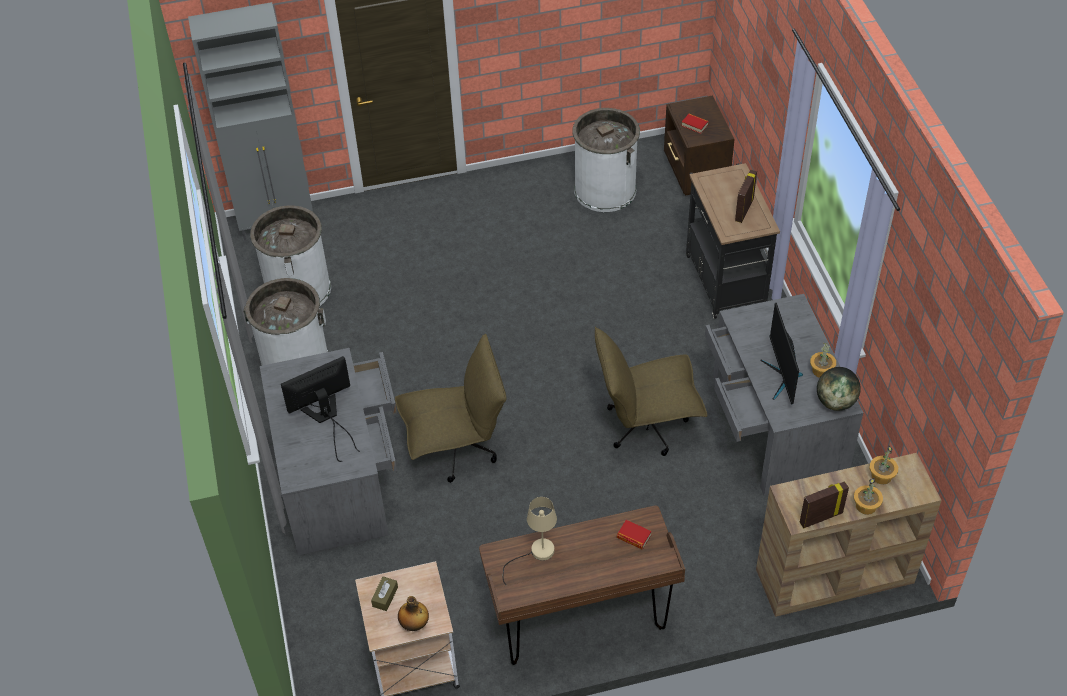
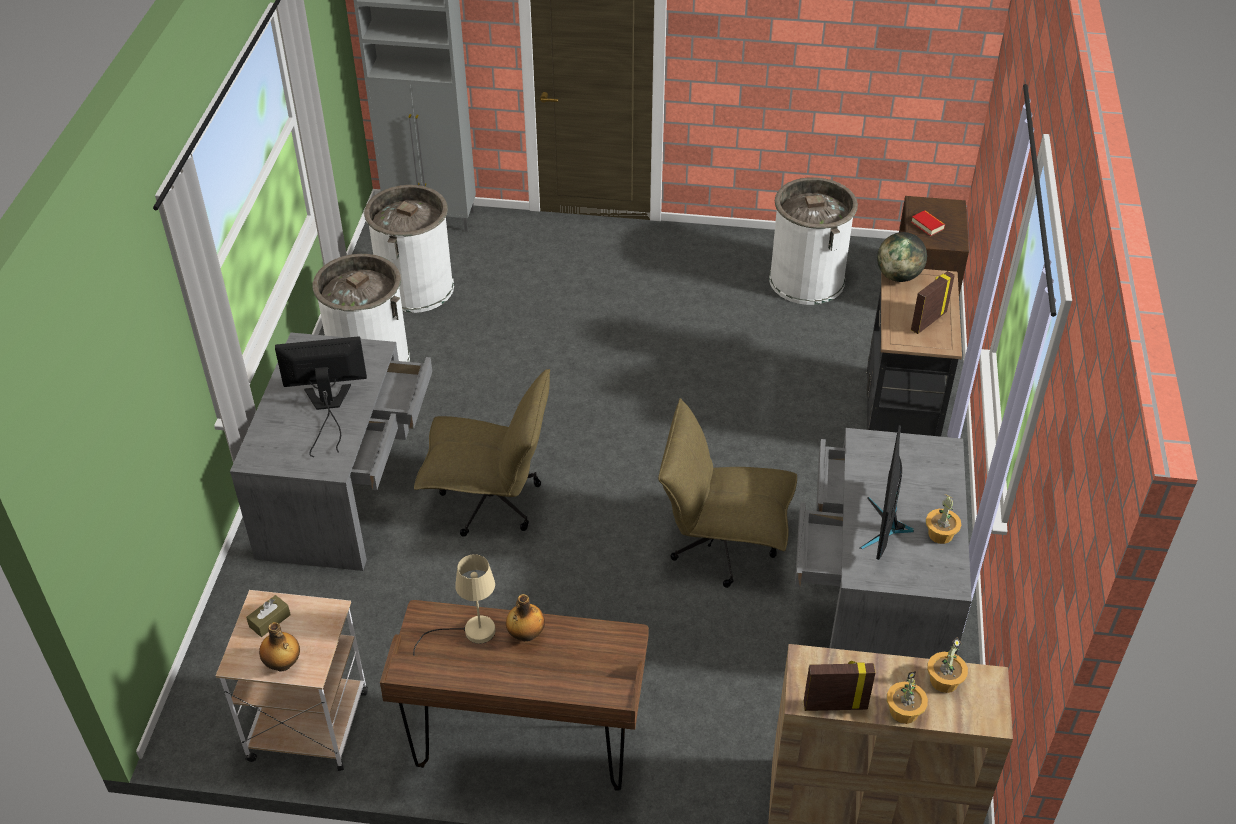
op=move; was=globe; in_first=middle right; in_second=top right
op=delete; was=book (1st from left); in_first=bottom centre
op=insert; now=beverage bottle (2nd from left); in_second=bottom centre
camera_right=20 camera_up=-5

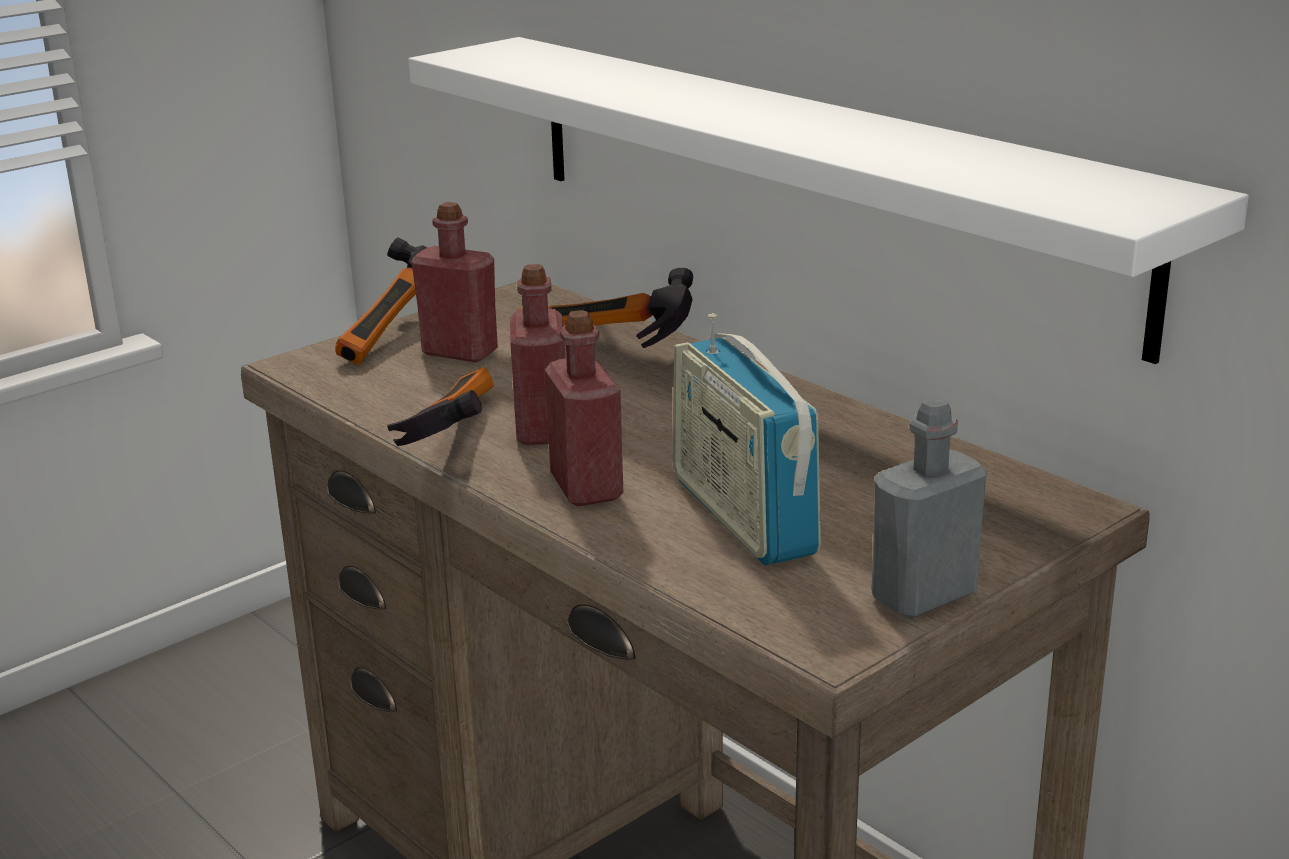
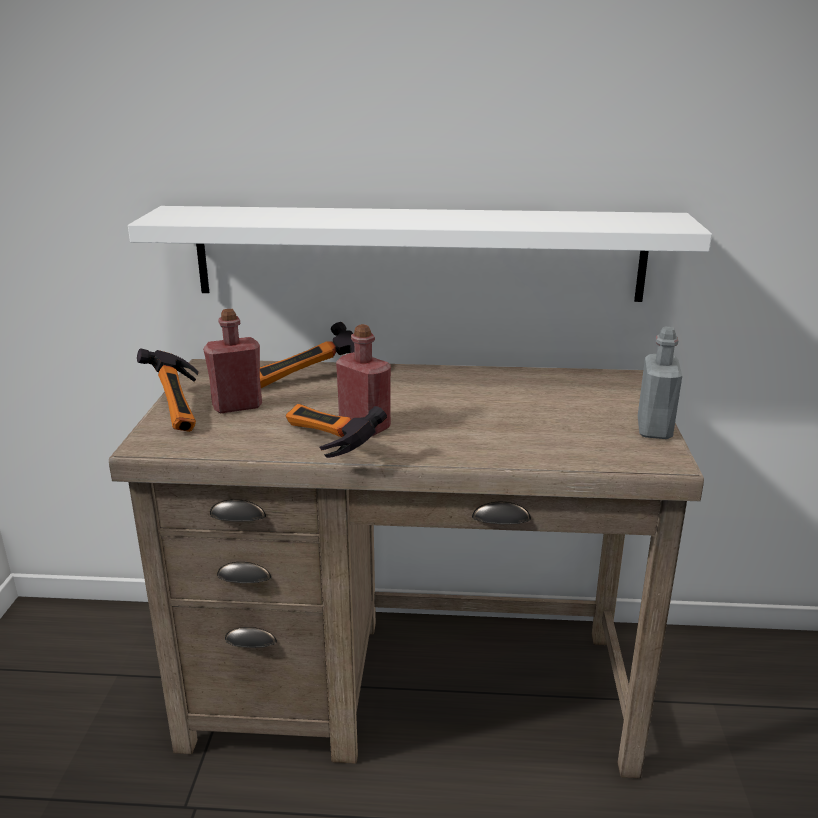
op=delete; was=beverage bottle (reddish) (3rd from left); in_first=centre
op=delete; was=radio; in_first=centre
camera_right=-45 camera_up=0

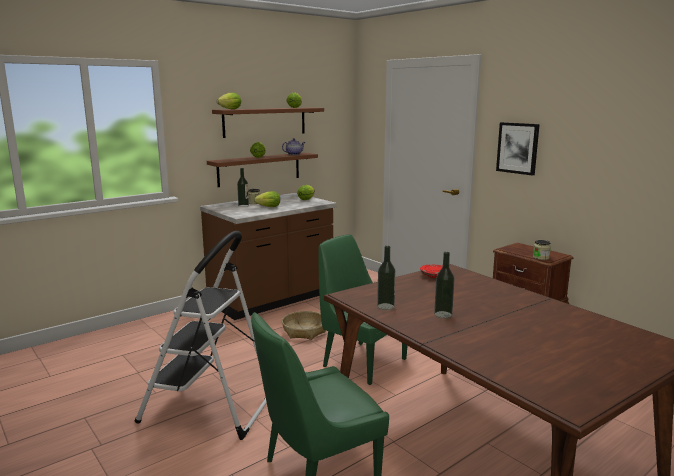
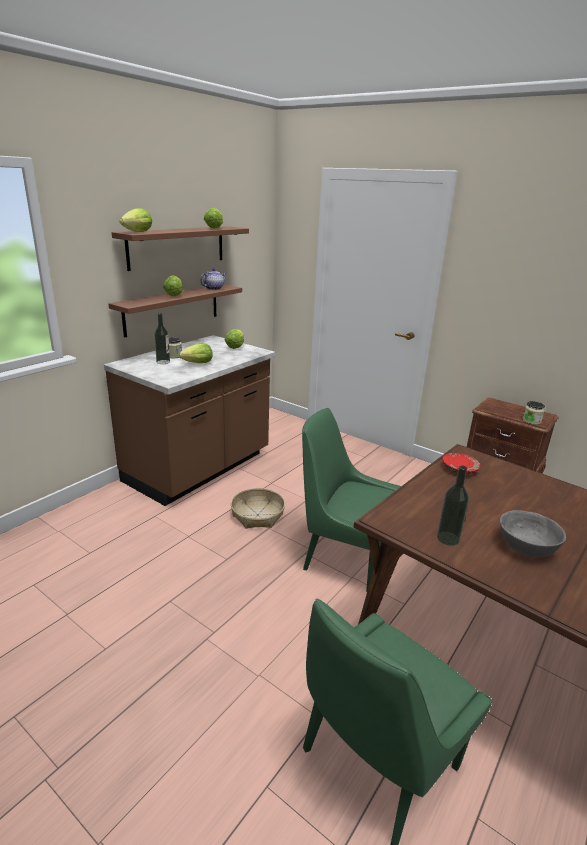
op=delete; was=picture; in_first=top right
op=delete; was=step ladder; in_first=bottom left
op=replace; was=beverage bottle (3rd from left); now=bowl (gray); in_first=centre; in_second=middle right
camera_right=-15 camera_up=10

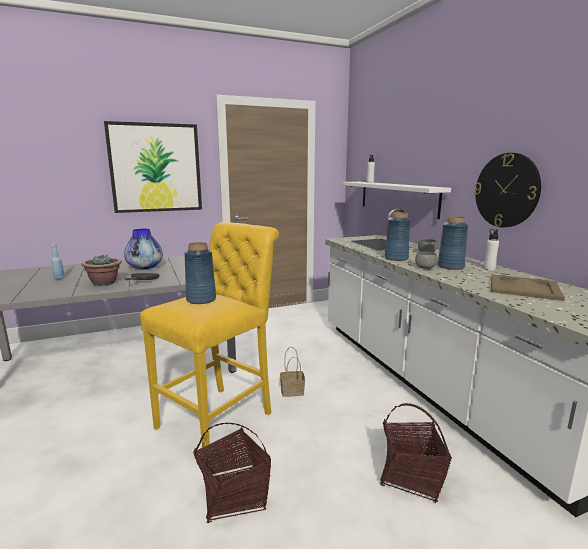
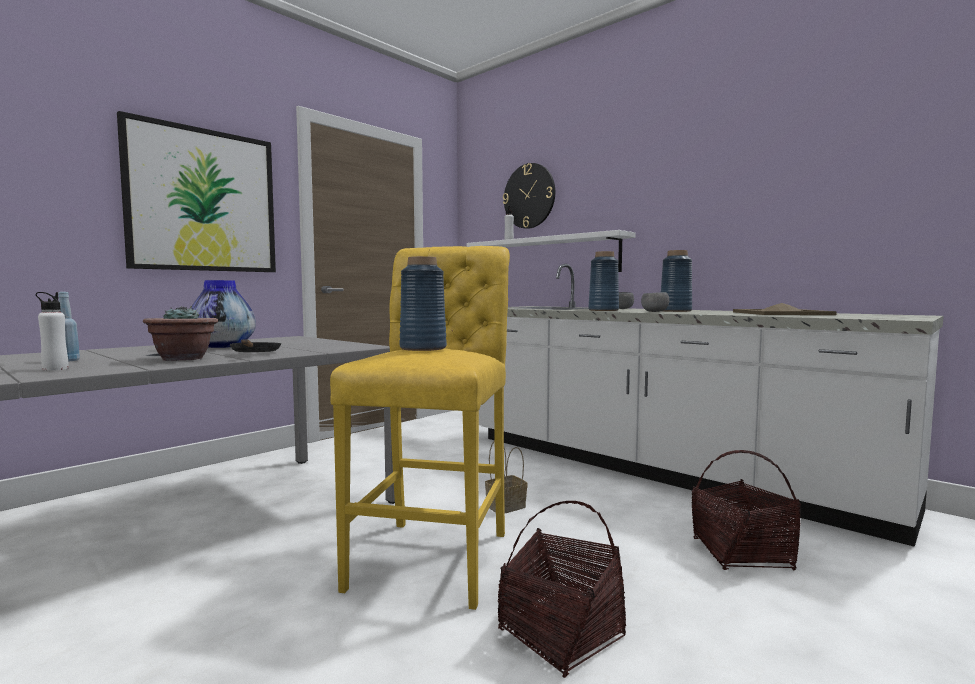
op=move; was=wall clock; in_first=middle right; in_second=top centre
op=move; was=beverage bottle (white) (2nd from left in the first image); now=beverage bottle (white) (1st from left); in_first=middle right; in_second=middle left
camera_right=-25 camera_up=-10

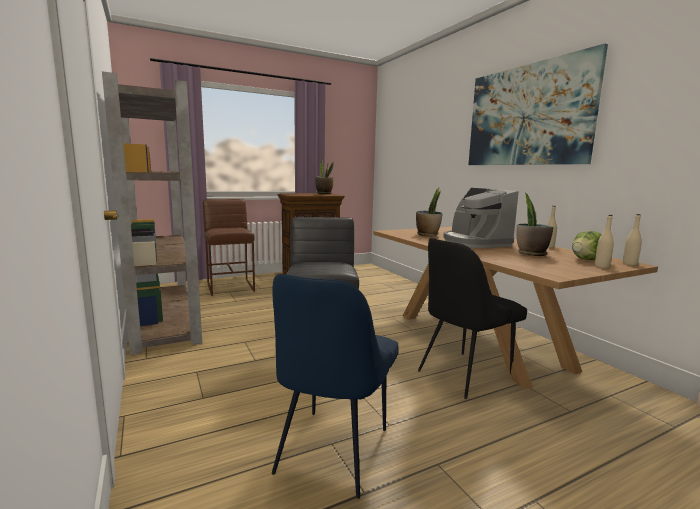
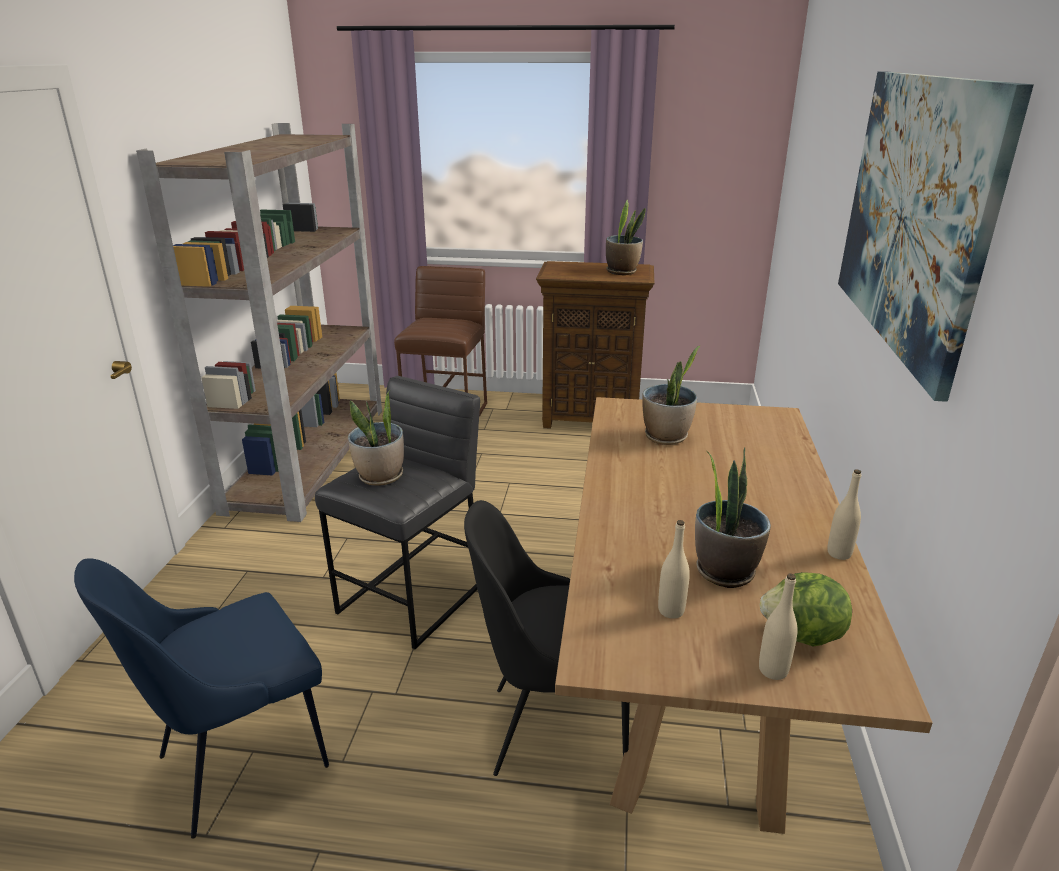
op=delete; was=coffee maker; in_first=middle right
op=move; was=beverage bottle (beige-coloured) (3rd from left in the first image); now=beverage bottle (beige-coloured) (1st from left); in_first=middle right; in_second=centre
op=insert; now=plant in a pot (1st from left); in_second=centre
camera_right=35 camera_up=15

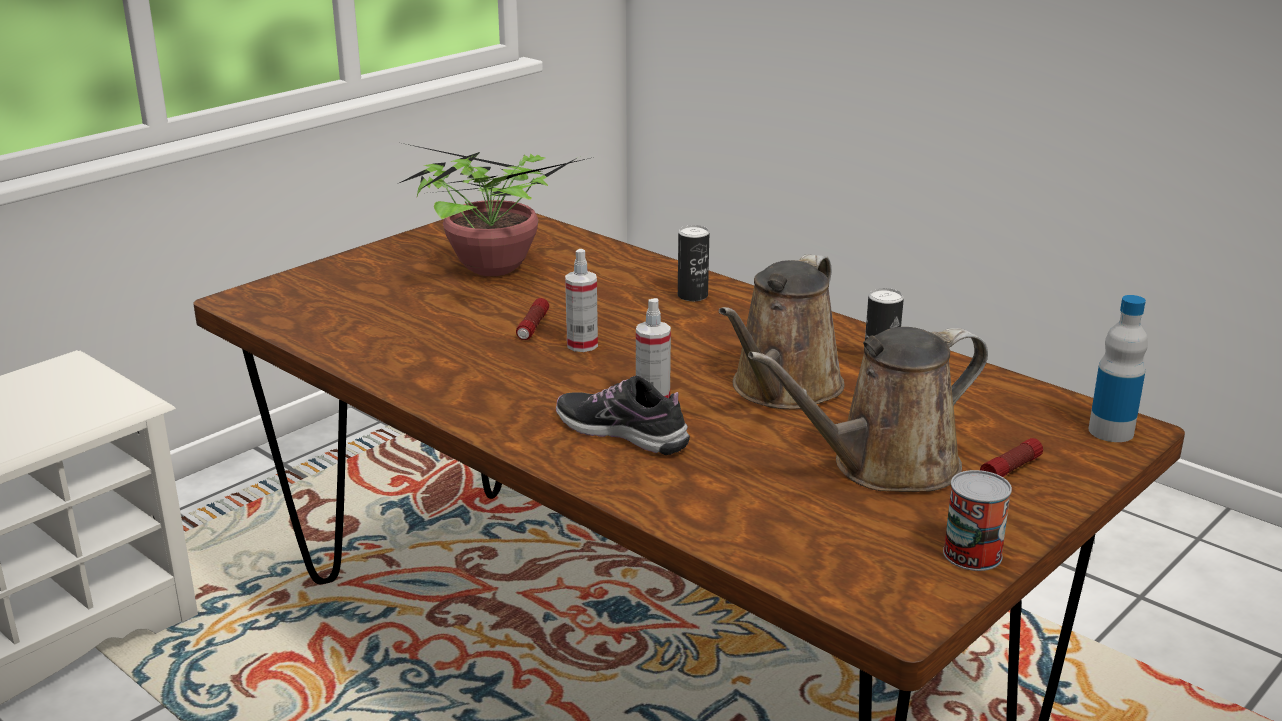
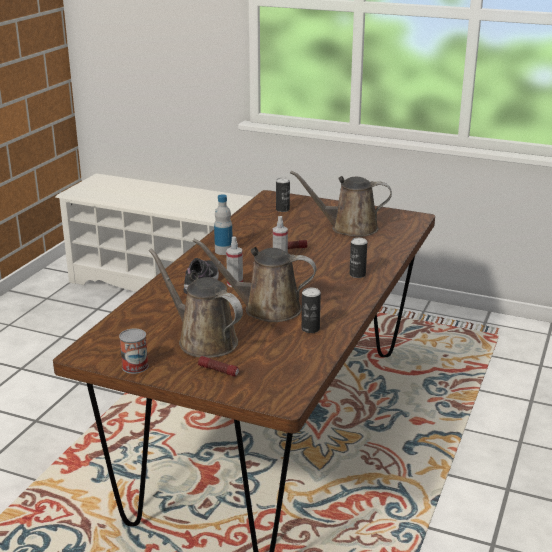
op=replace; was=plant in a pot; now=sprinkling can (brown) (3rd from left); in_first=top centre; in_second=centre
op=move; was=beverage bottle; in_first=middle right; in_second=centre
op=insert; now=sealed can (2nd from left); in_second=centre
camera_right=70 camera_up=0

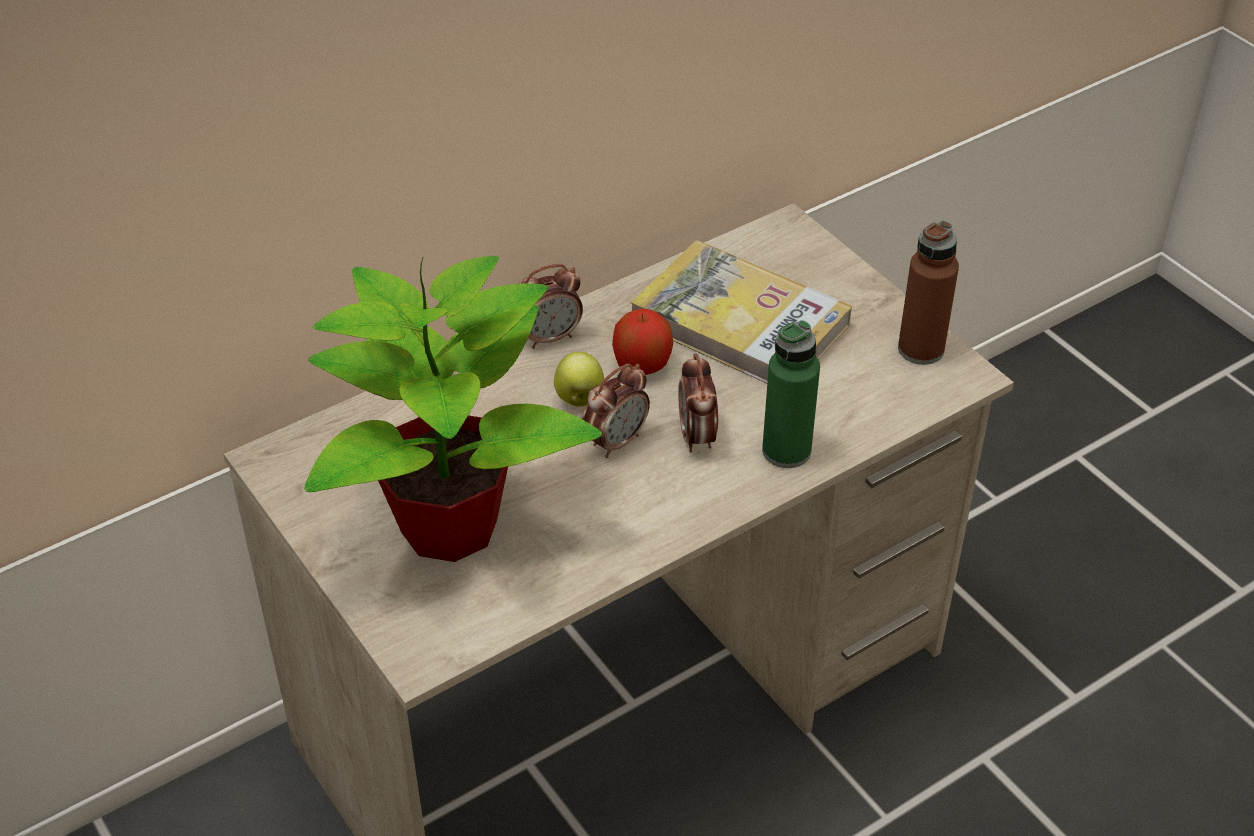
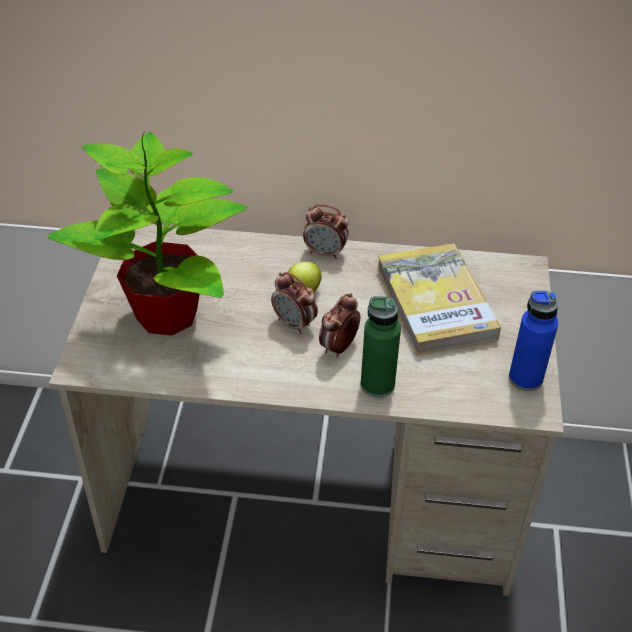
op=recolor; was=beverage bottle (brown); now=beverage bottle (blue-coloured); in_first=middle right; in_second=middle right
op=delete; was=whole apple (2nd from left); in_first=centre
op=rotate; was=bedside clock (2nd from left in the first image); in_first=centre; in_second=centre; clockwise=45
camera_right=40 camera_up=0

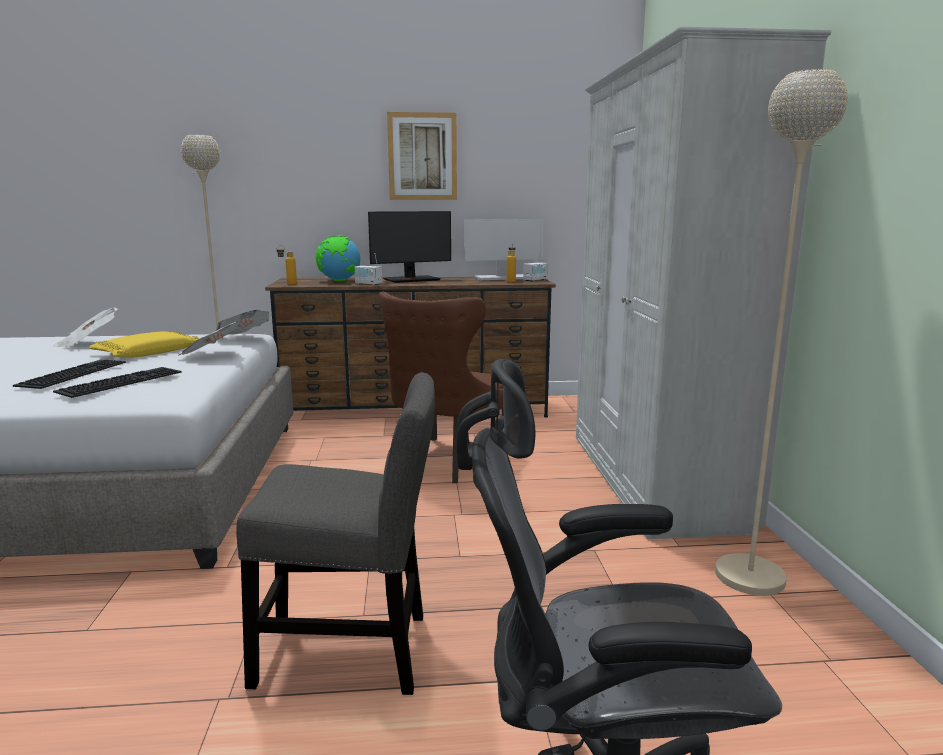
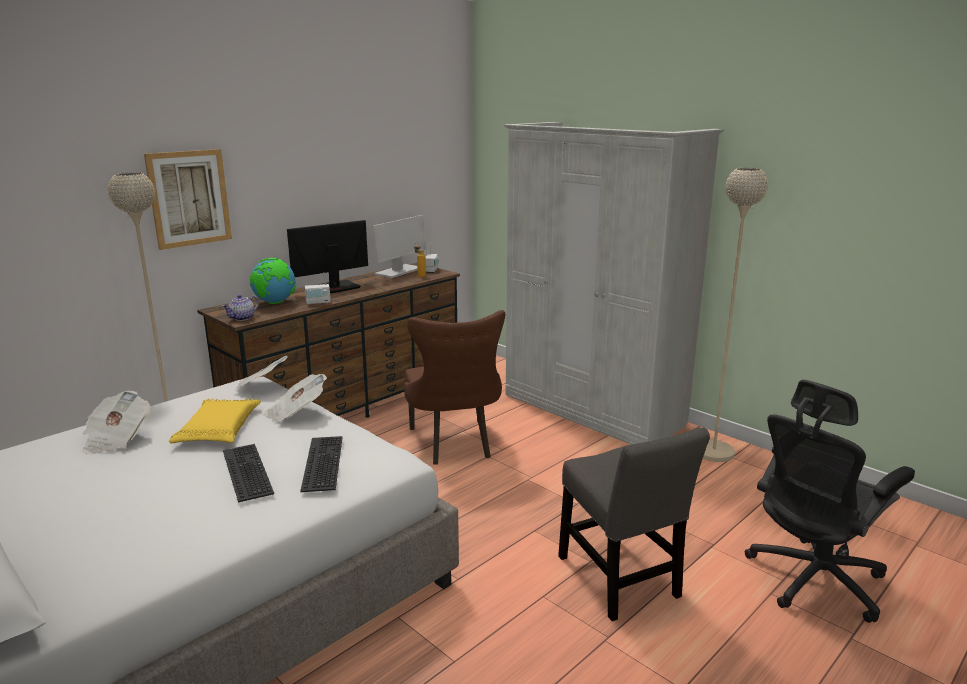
op=move; was=picture; in_first=top centre; in_second=top left
op=rotate; was=computer screen (1st from left); in_first=top centre; in_second=centre; clockwise=-150
op=replace; was=beverage bottle (1st from left); now=teapot; in_first=middle left; in_second=middle left
op=rotate; was=chair (gray); in_first=bottom centre; in_second=bottom centre; clockwise=105
camera_right=-40 camera_up=5

